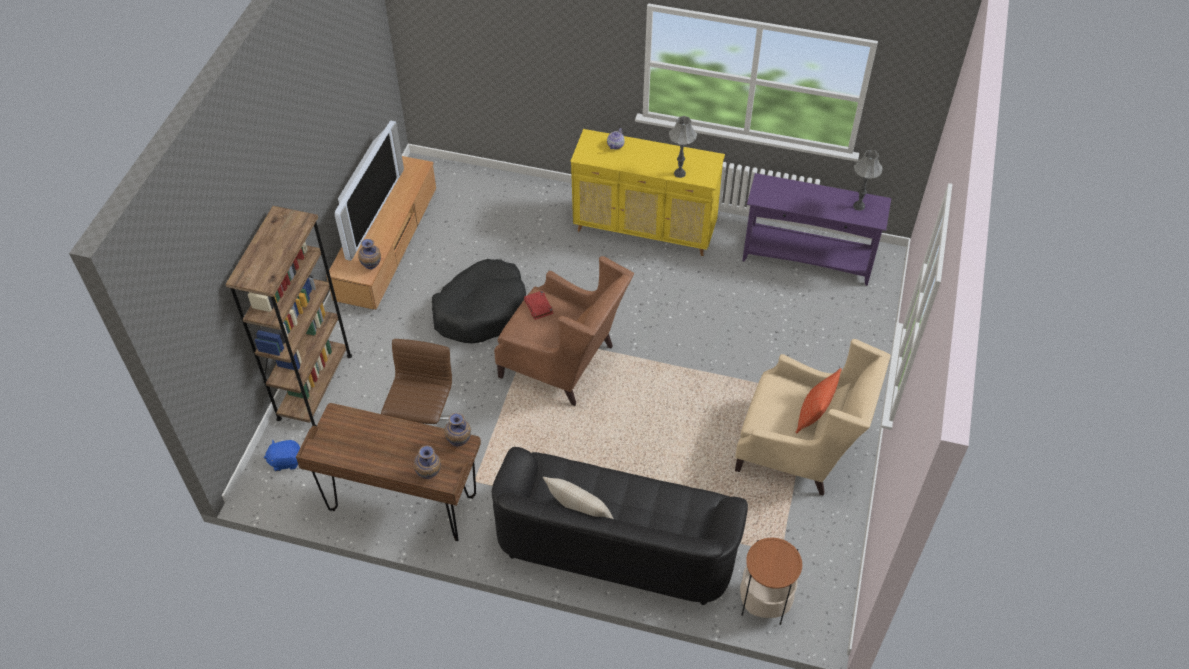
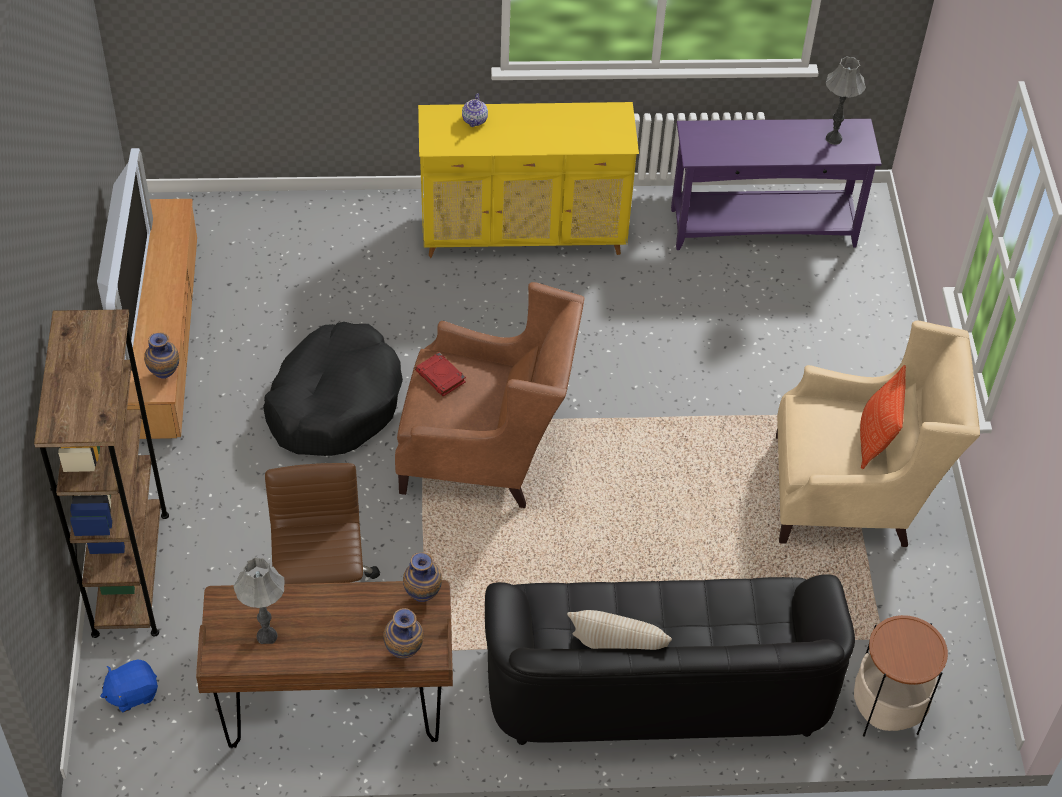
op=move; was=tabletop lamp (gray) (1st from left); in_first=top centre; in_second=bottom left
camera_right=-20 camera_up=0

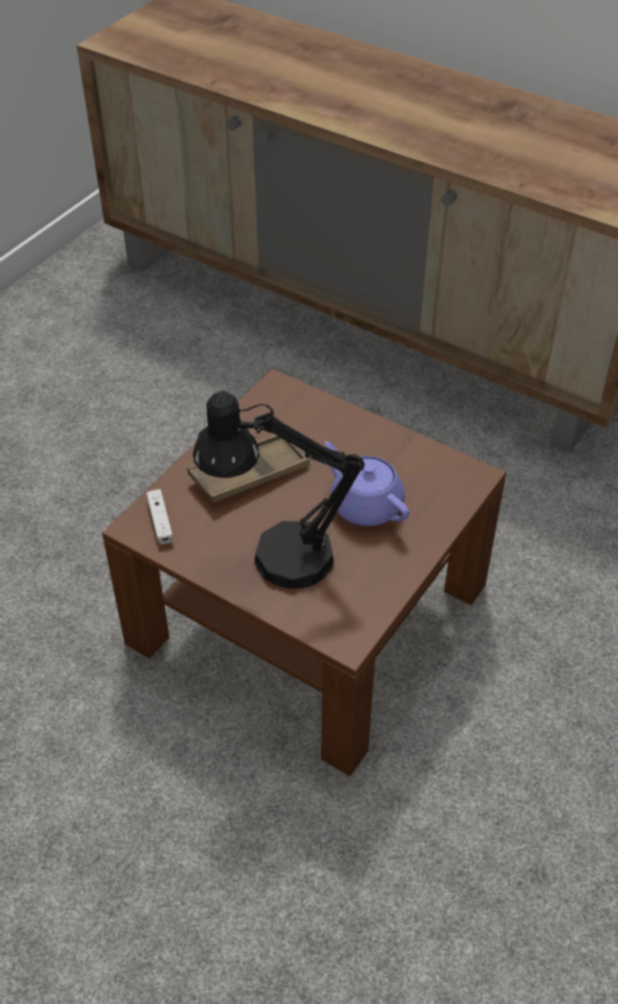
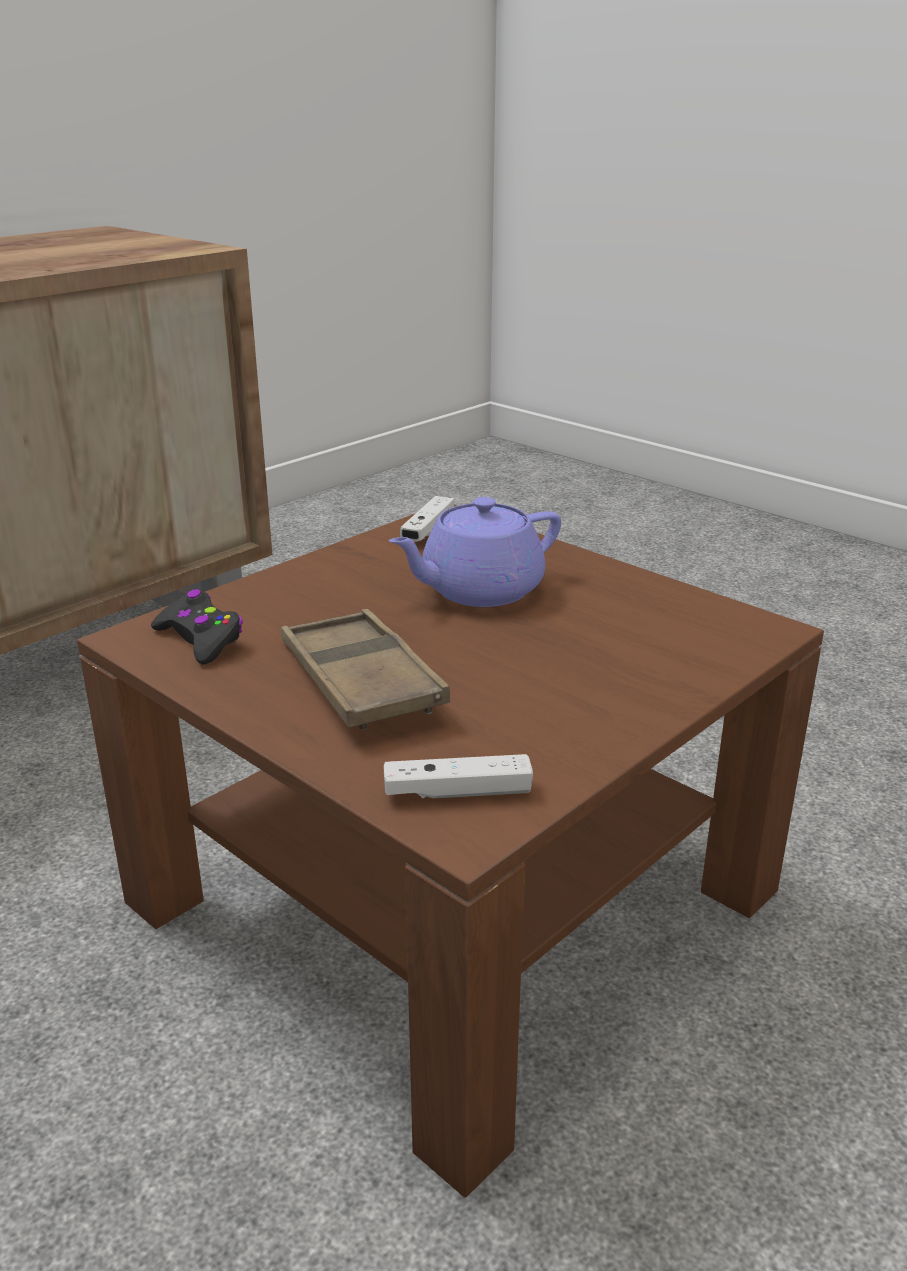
op=delete; was=tabletop lamp (black); in_first=centre
op=insert; now=joypad (white) (1st from left); in_second=centre
op=insert; now=joypad (black); in_second=middle left
camera_right=-80 camera_up=-20

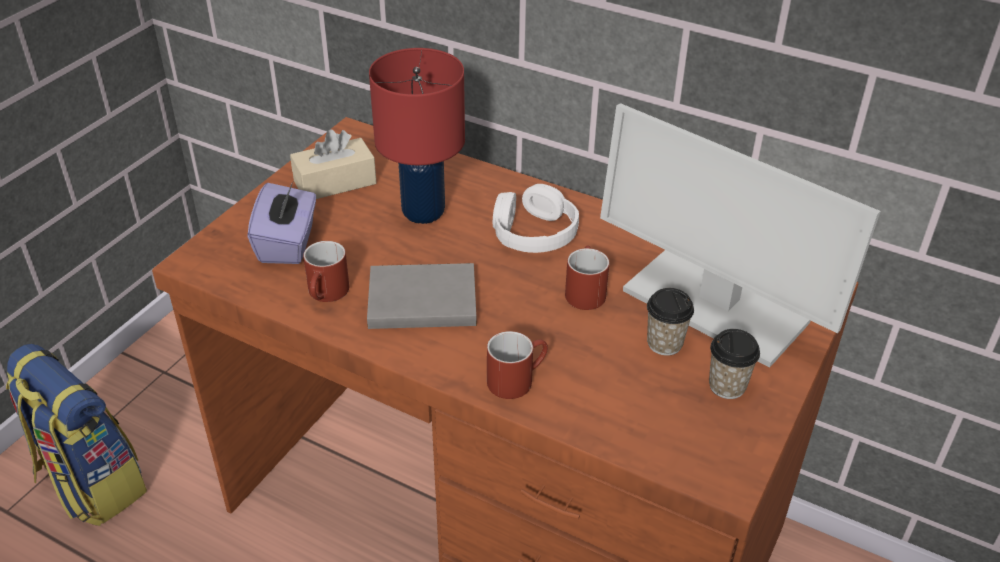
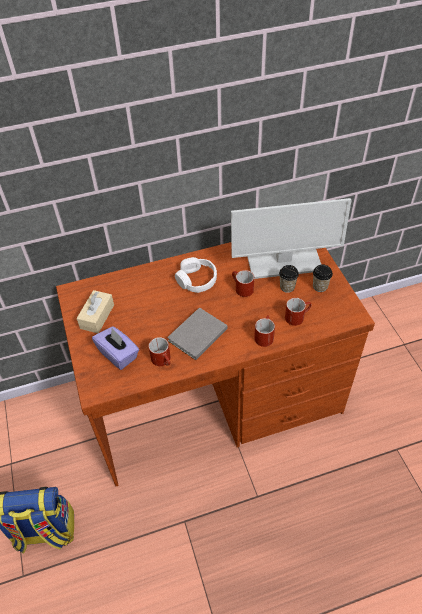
op=delete; was=tabletop lamp (reddish); in_first=top centre
op=insert; now=coffee mug (reddish) (4th from left); in_second=middle right
camera_right=-45 camera_up=10

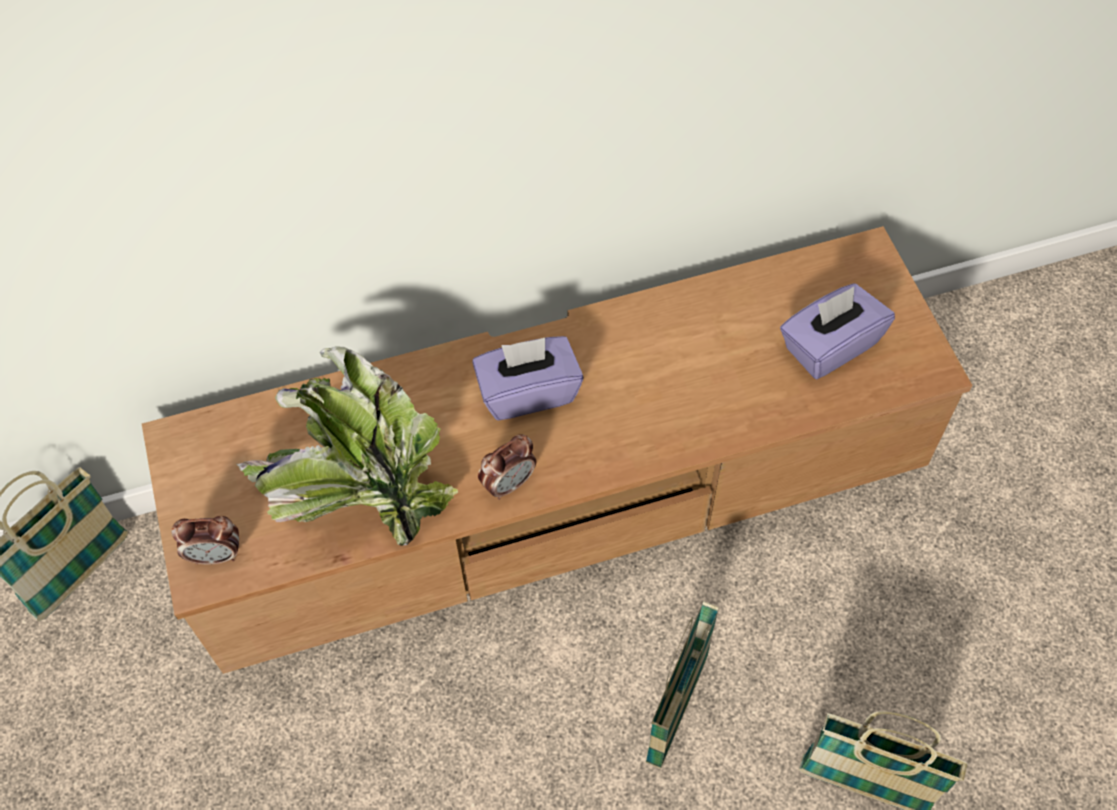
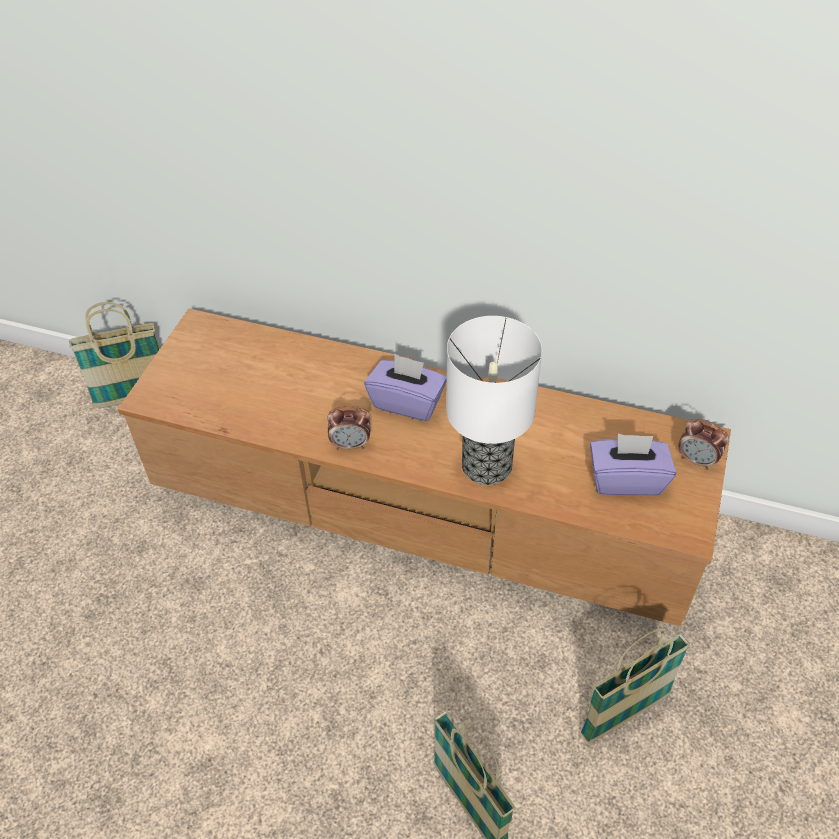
op=delete; was=plant in a pot; in_first=middle left
op=move; was=bedside clock (1st from left in the first image); now=bedside clock (2nd from left); in_first=bottom left; in_second=middle right
op=move; was=storage basket (2nd from left in the first image); now=storage basket (3rd from left); in_first=bottom centre; in_second=bottom right
op=insert; now=tabletop lamp; in_second=centre
camera_right=35 camera_up=-10

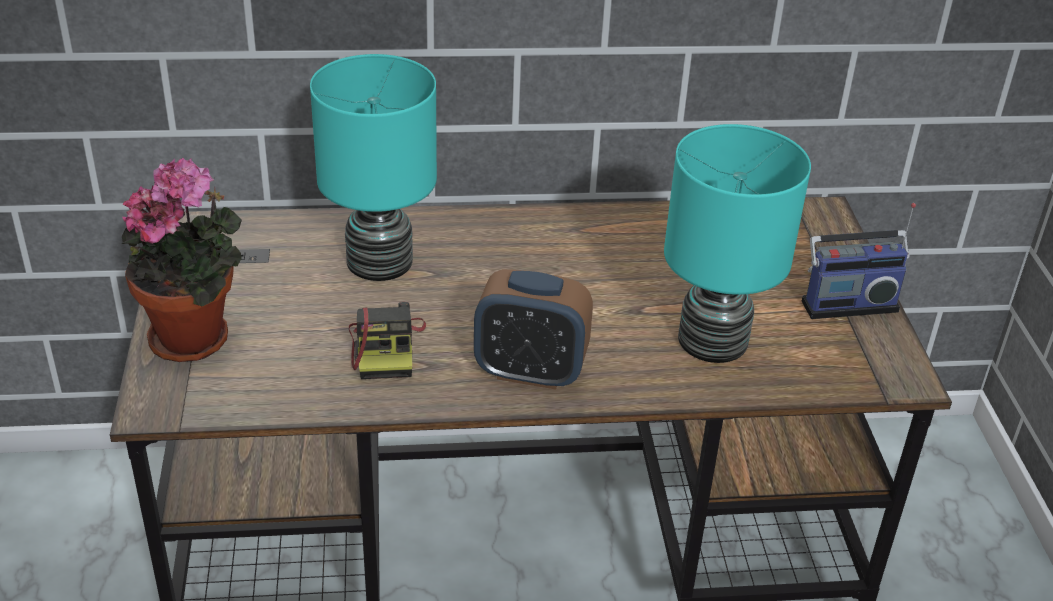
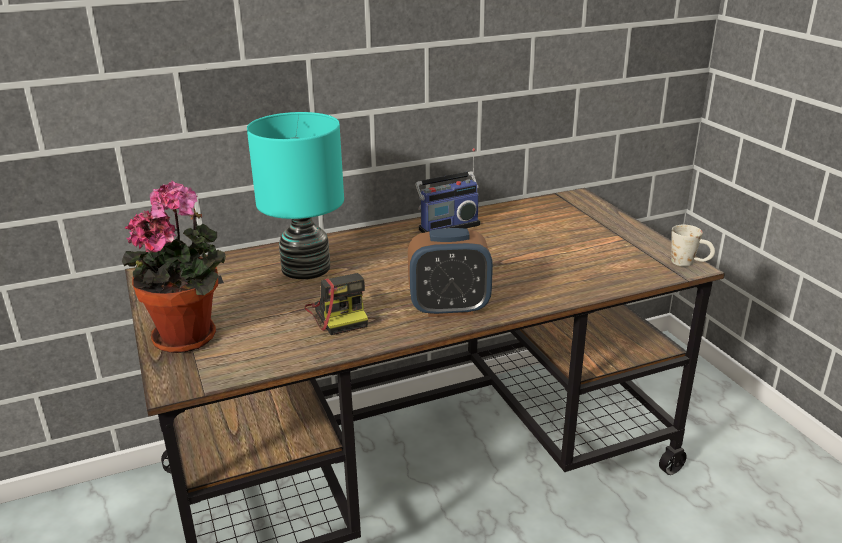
op=delete; was=tabletop lamp (turquoise-coloured) (2nd from left); in_first=middle right
op=move; was=radio; in_first=middle right; in_second=centre
op=insert; now=coffee mug (white); in_second=middle right
camera_right=-15 camera_up=-10

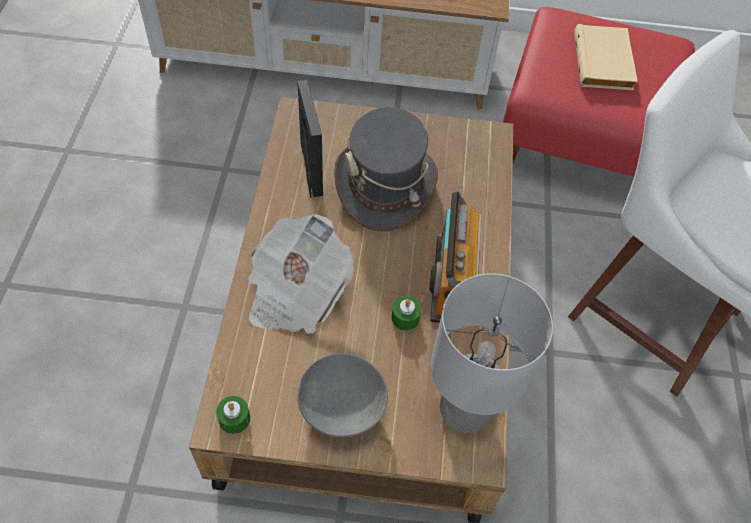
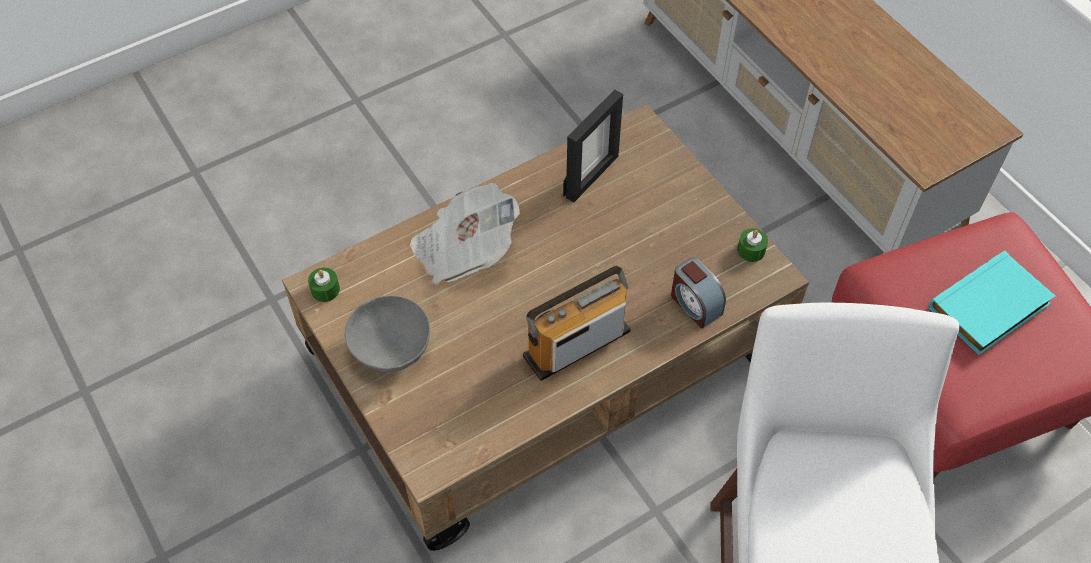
op=recolor; was=book (beige-coloured); now=book (turquoise-coloured); in_first=top right; in_second=middle right
op=delete; was=hat (gray); in_first=top centre
op=delete; was=tabletop lamp (gray); in_first=bottom centre
op=move; was=wax light (greenish) (2nd from left); in_first=centre; in_second=middle right
op=insert; now=bedside clock; in_second=centre
camera_right=55 camera_up=0

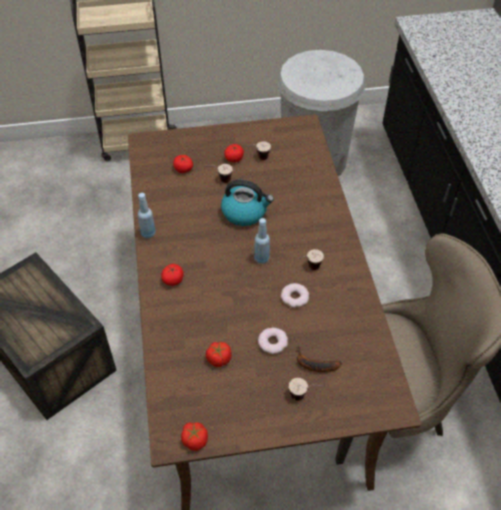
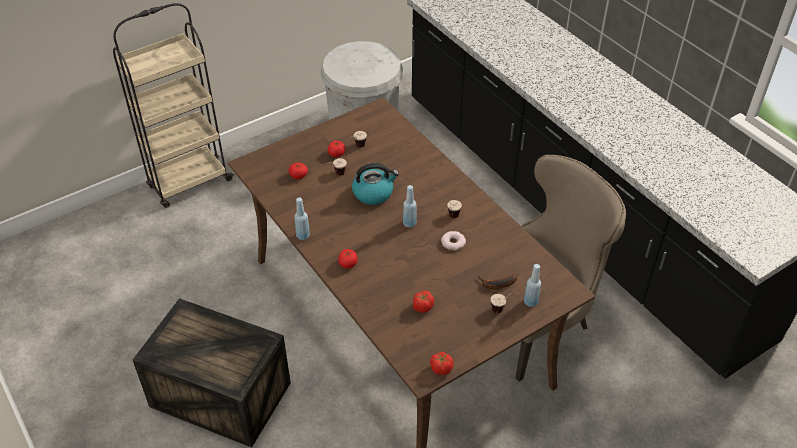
op=delete; was=donut (1st from left); in_first=bottom centre
op=insert; now=beverage bottle (blue-coloured) (3rd from left); in_second=middle right
camera_right=-25 camera_up=-5

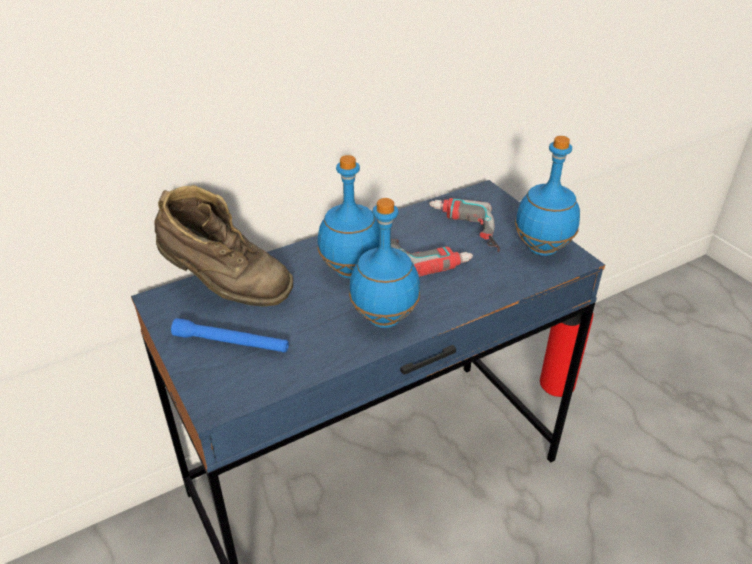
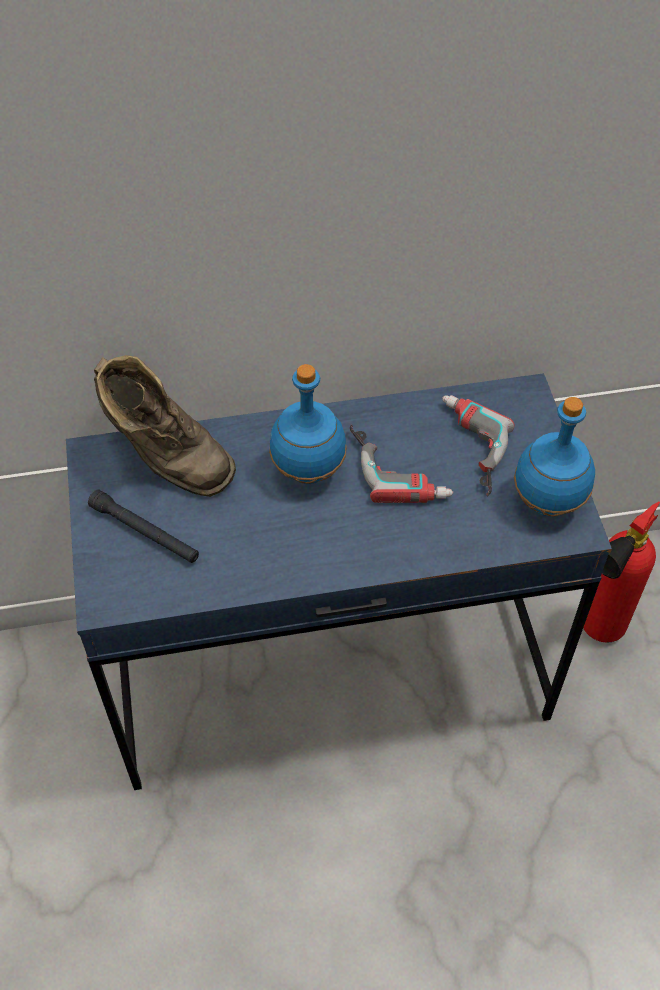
op=delete; was=beverage bottle (blue-coloured) (2nd from left); in_first=centre
op=recolor; was=torch (blue-coloured); now=torch (black); in_first=middle left; in_second=middle left
camera_right=20 camera_up=15

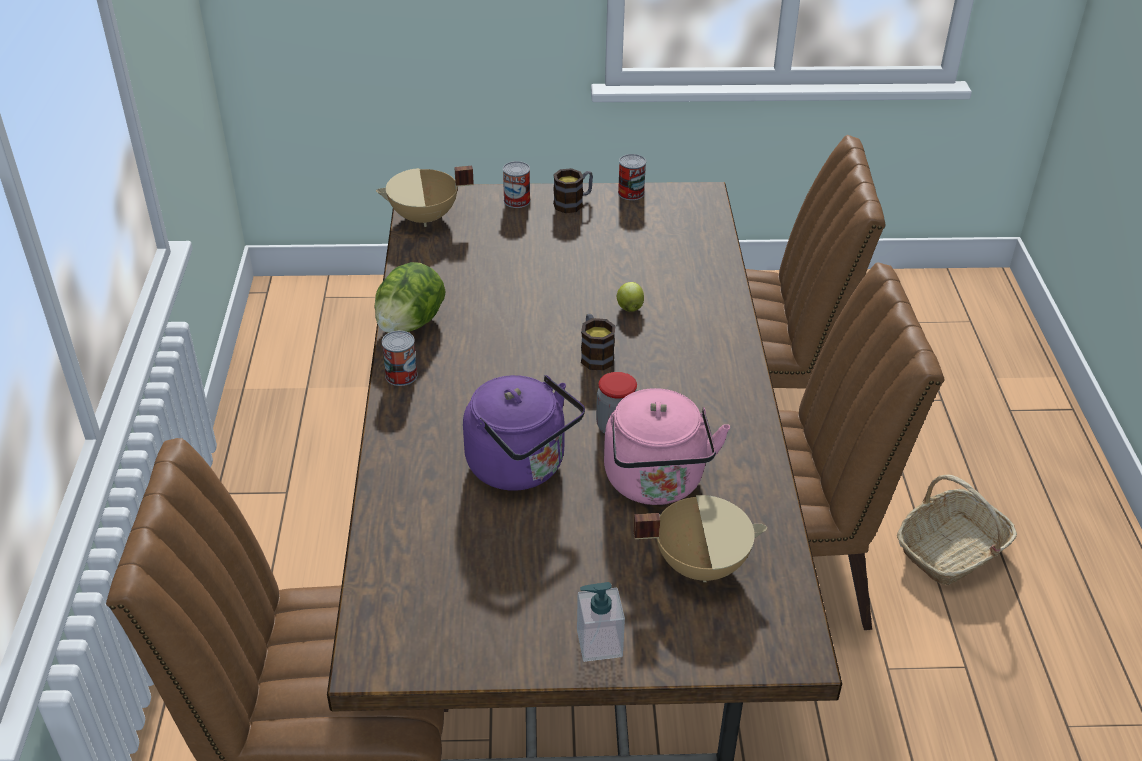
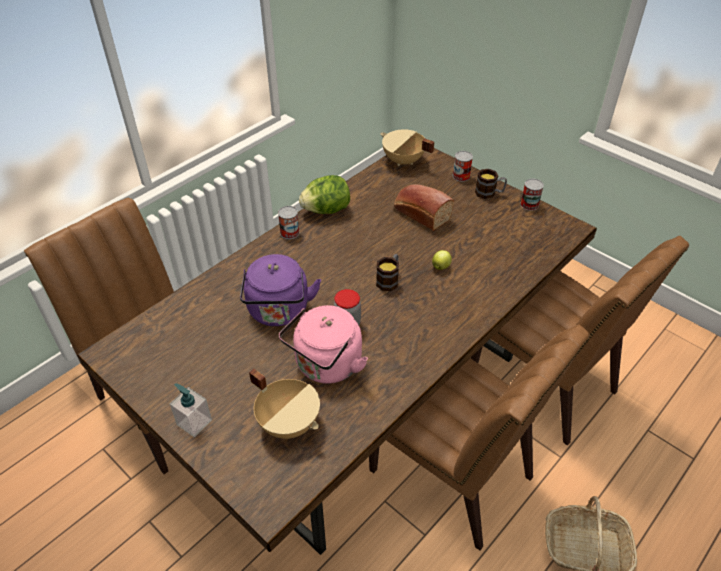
op=insert; now=bread; in_second=centre
camera_right=45 camera_up=5

